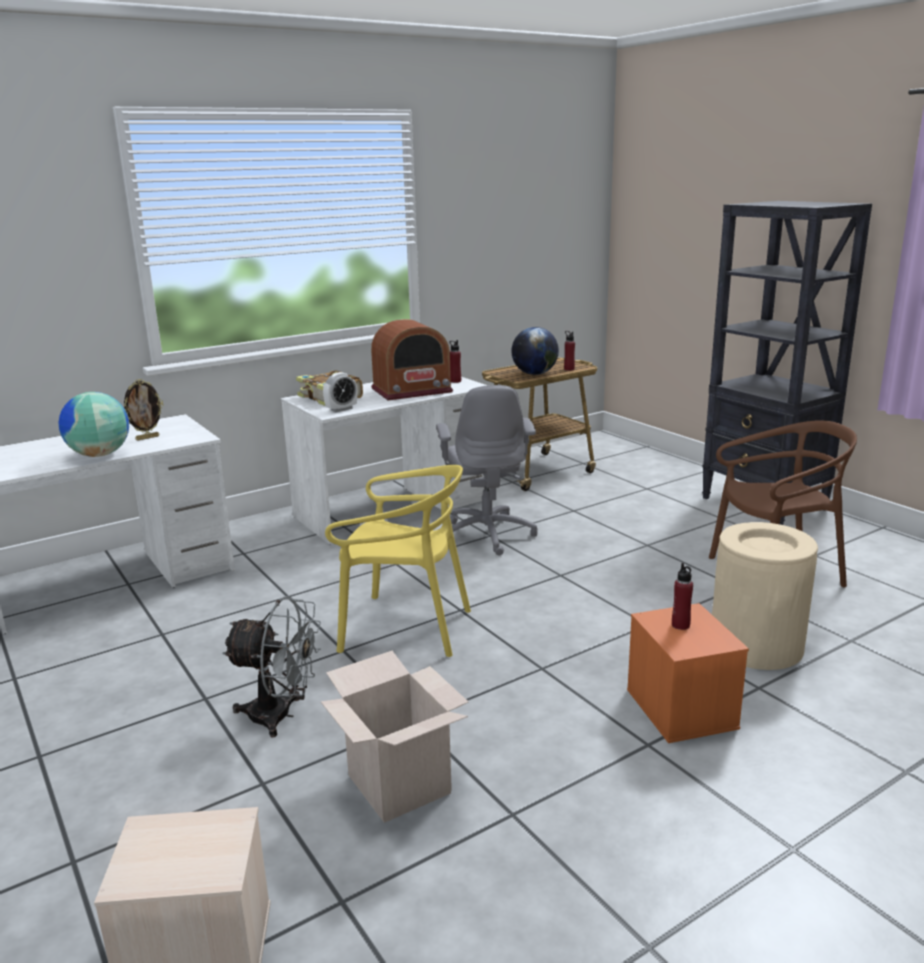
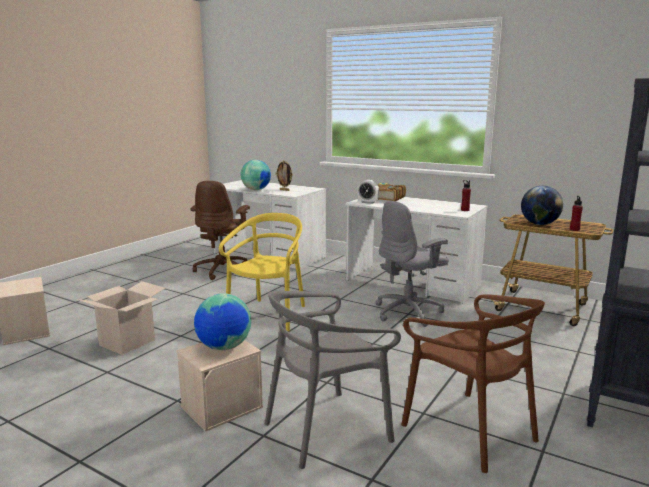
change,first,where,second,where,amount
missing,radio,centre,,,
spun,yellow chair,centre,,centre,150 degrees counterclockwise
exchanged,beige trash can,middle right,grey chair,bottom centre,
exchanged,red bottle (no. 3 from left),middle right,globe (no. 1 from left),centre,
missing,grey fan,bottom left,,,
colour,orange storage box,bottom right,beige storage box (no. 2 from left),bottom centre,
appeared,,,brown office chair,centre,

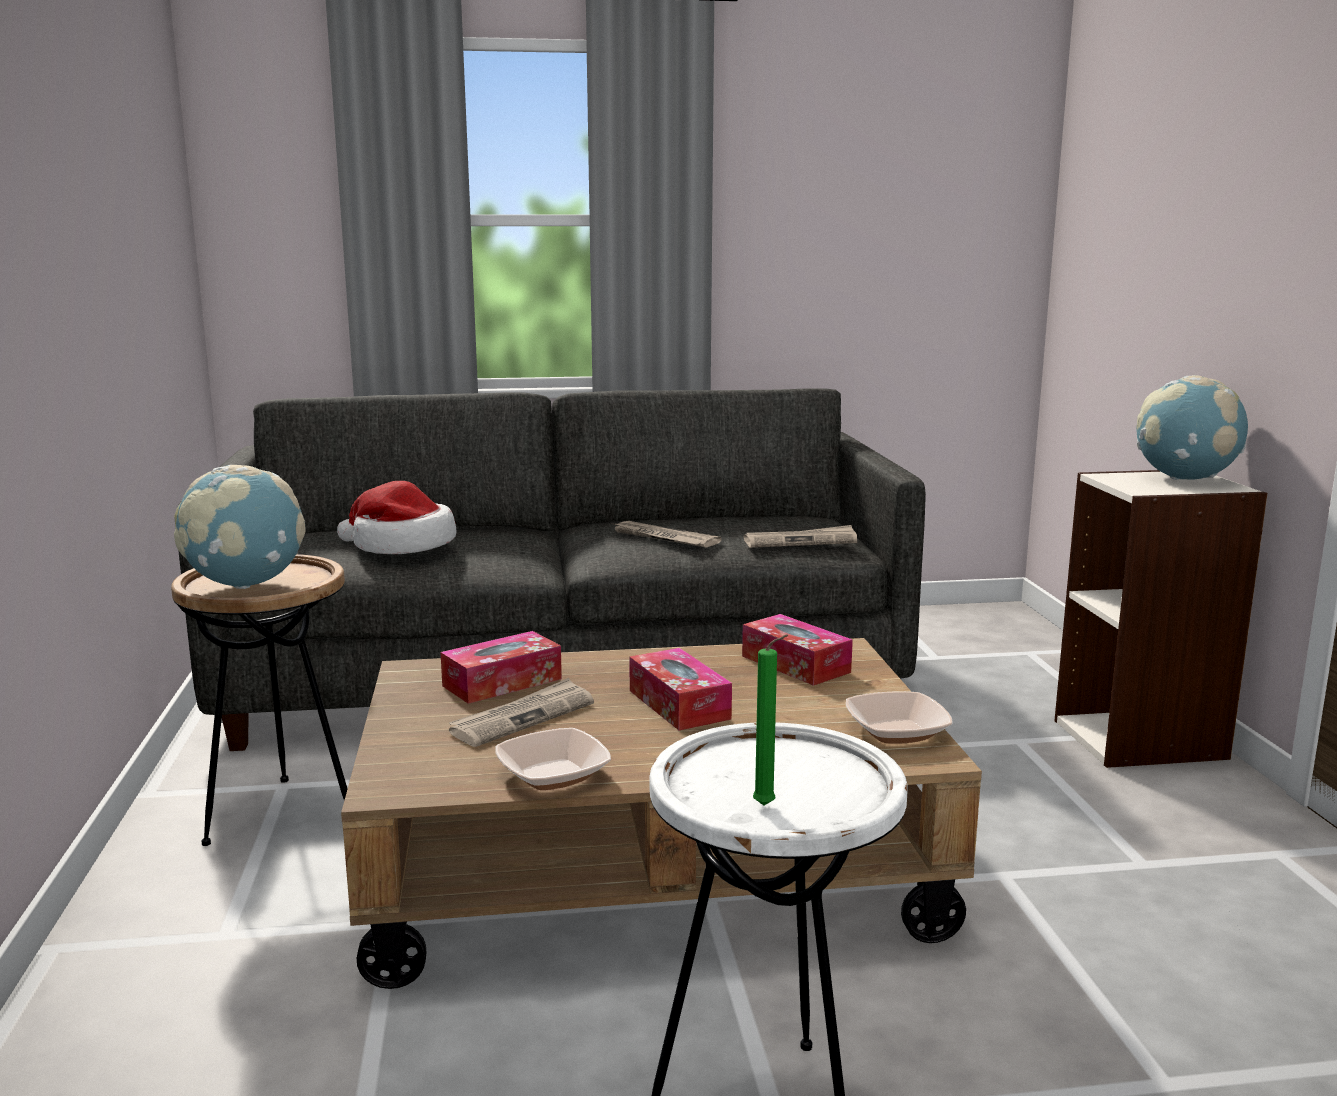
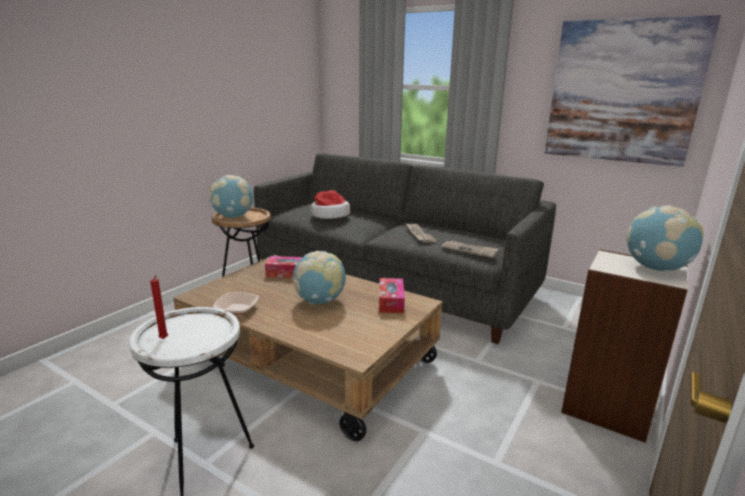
change,first,where,second,where,amount
colour,green candle,centre,red candle,middle left,
exchanged,tissue box (no. 2 from left),centre,globe (no. 2 from left),centre,
missing,newspaper (no. 1 from left),centre,,,
missing,bowl (no. 2 from left),middle right,,,
appeared,,,picture,top right,

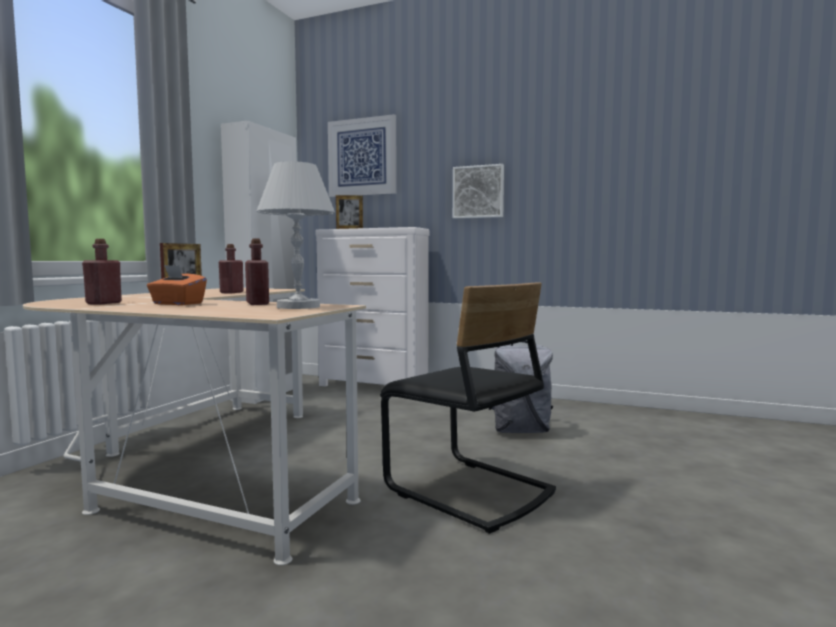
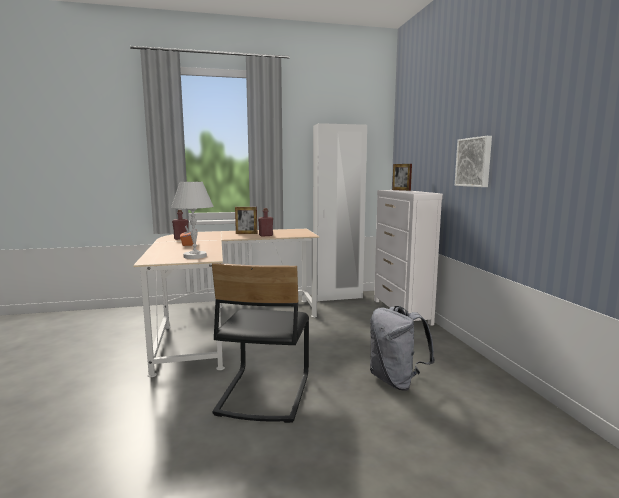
change,first,where,second,where,amount
missing,picture (no. 1 from left),top centre,,,
missing,red bottle (no. 3 from left),middle left,,,

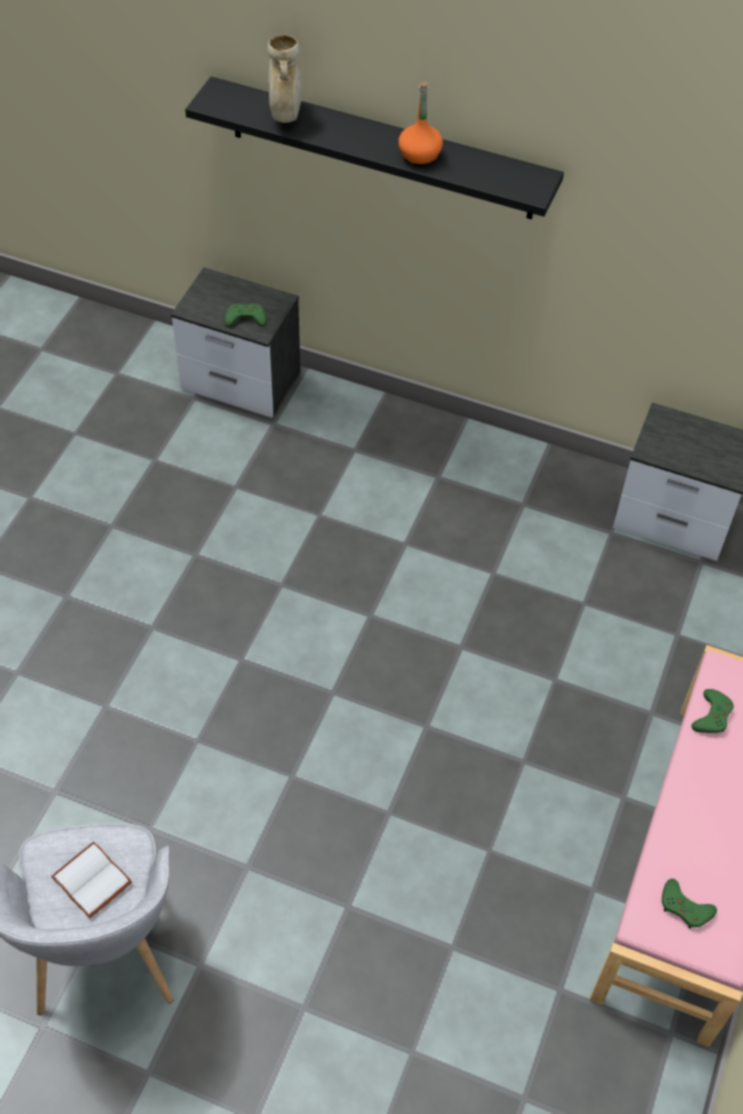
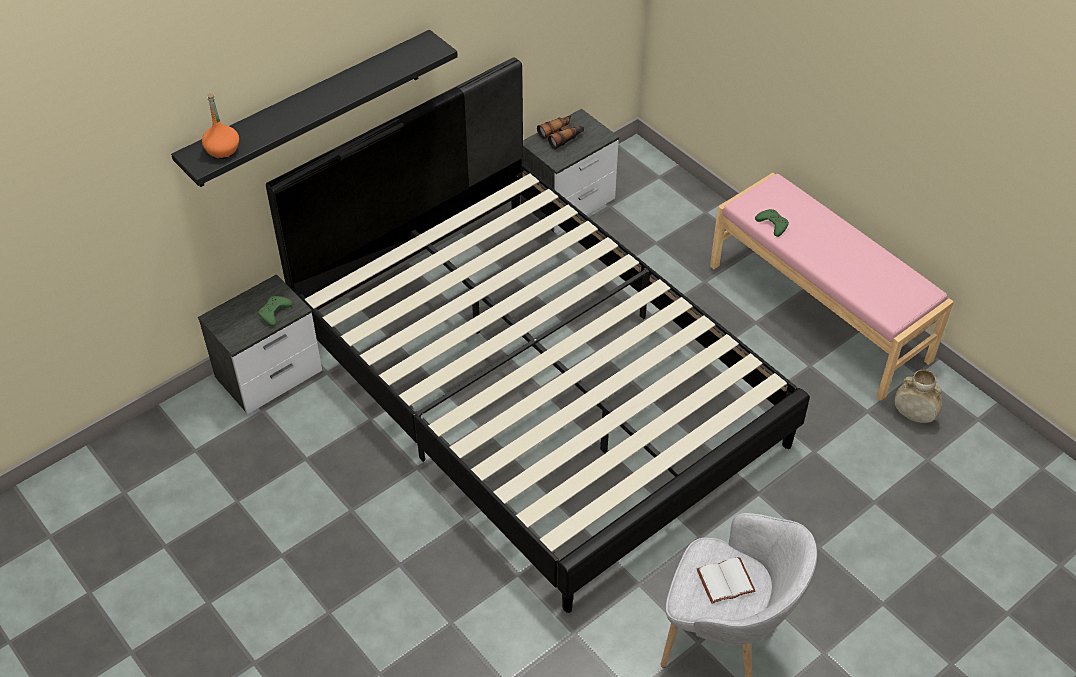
change,first,where,second,where,amount
relocated,beige vase,top centre,,middle right,
relocated,orange bottle,top centre,,top left,
missing,green game controller (no. 2 from left),bottom right,,,
appeared,,,black bed,centre,
appeared,,,binoculars,top centre,

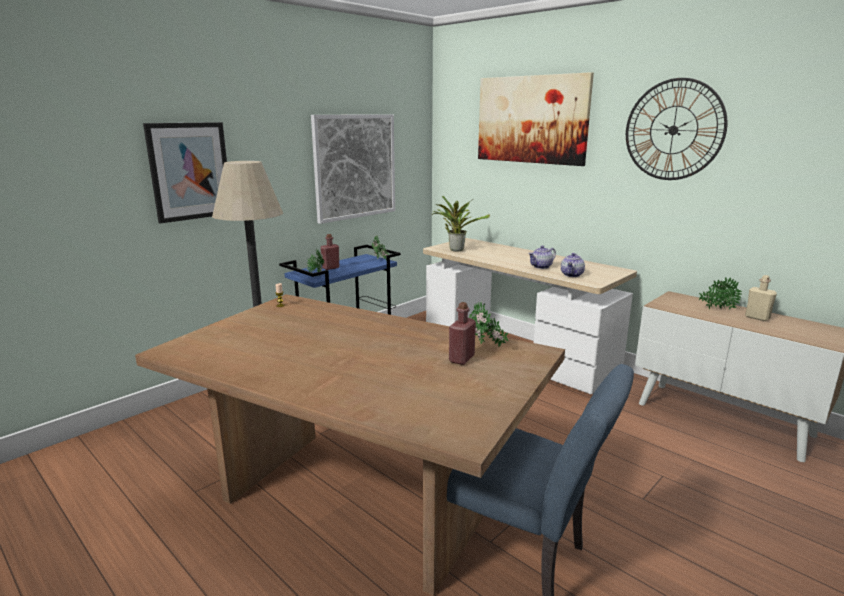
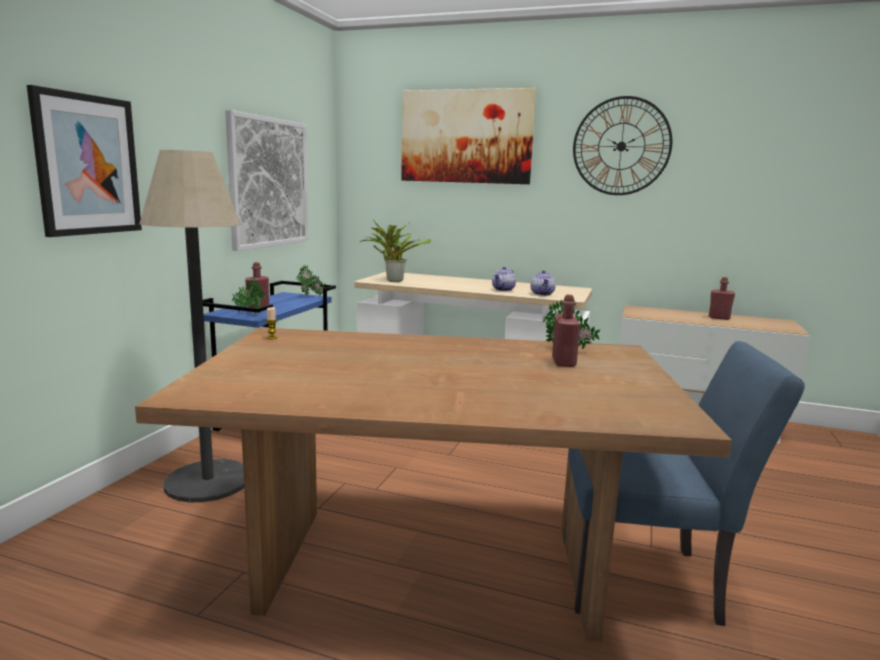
change,first,where,second,where,amount
colour,beige bottle,middle right,red bottle (no. 3 from left),middle right,
missing,potted plant (no. 5 from left),middle right,,,

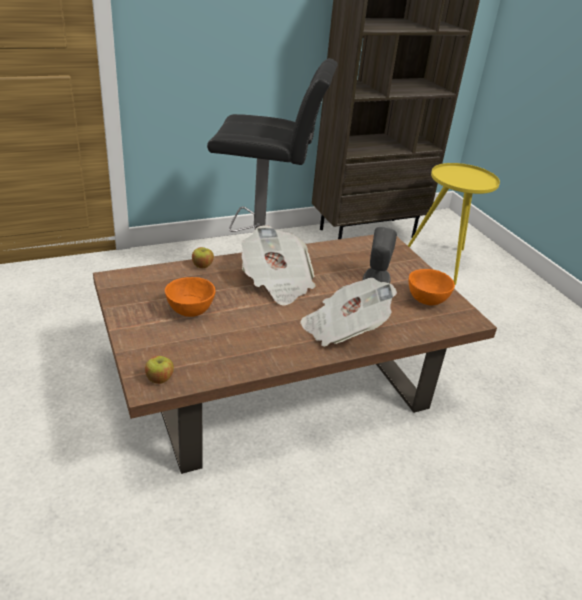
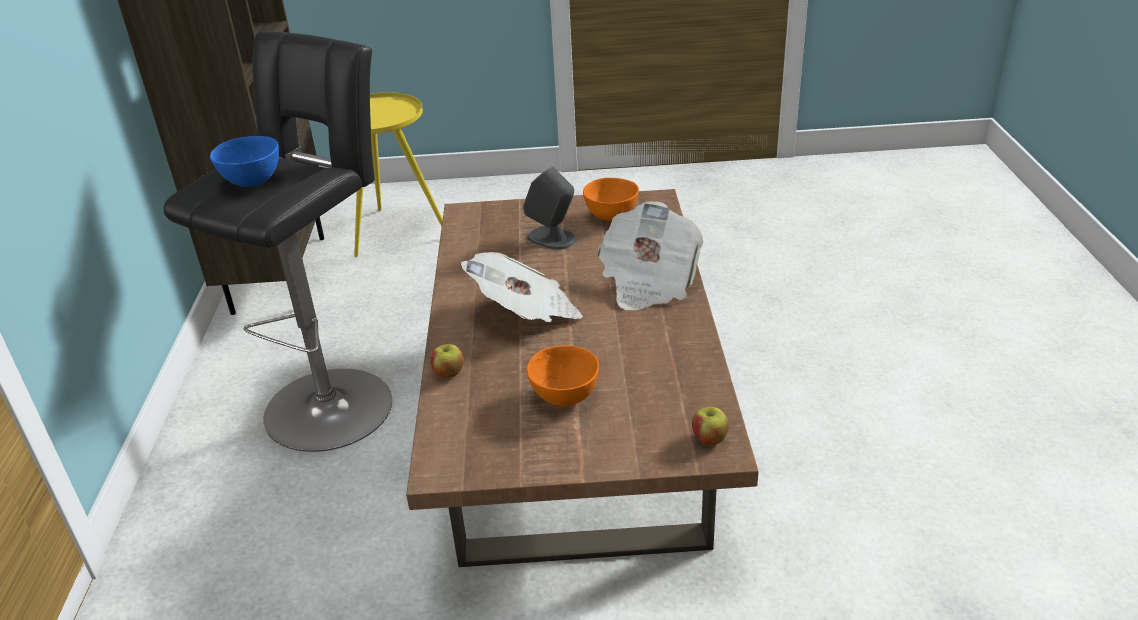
change,first,where,second,where,amount
appeared,,,blue bowl,top left,

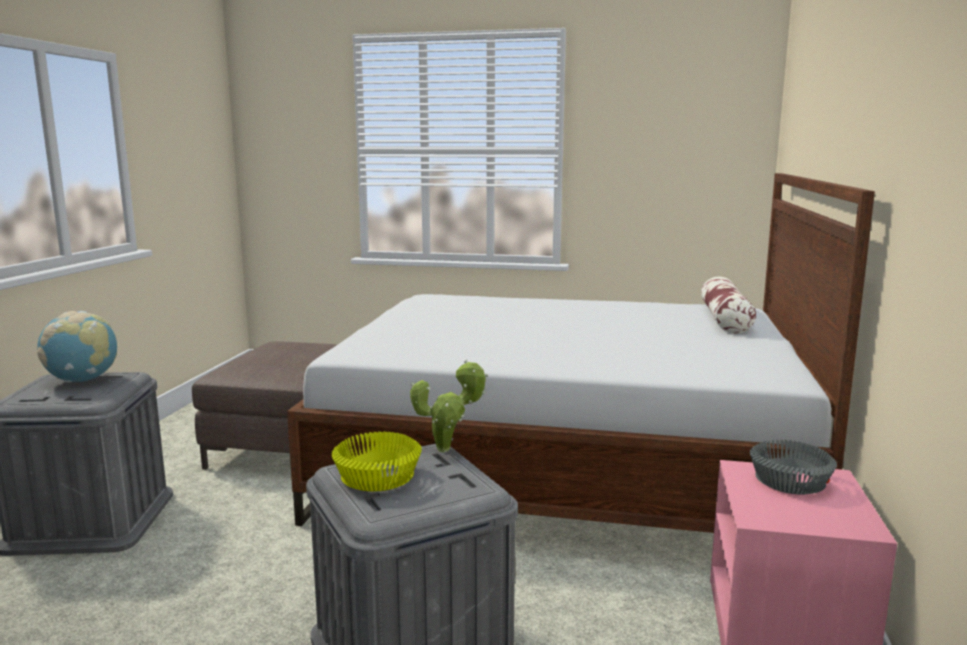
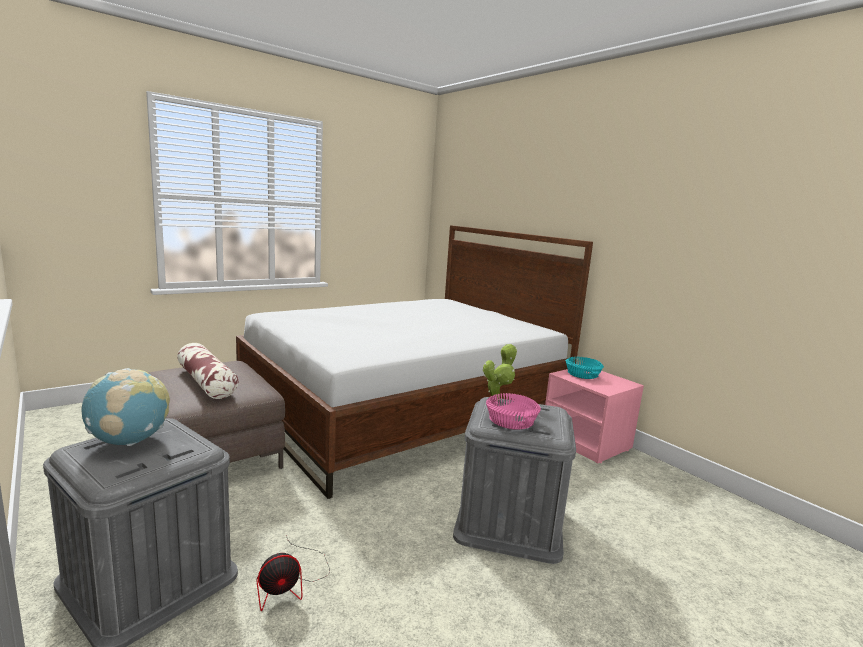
change,first,where,second,where,amount
relocated,pillow,middle right,,middle left,
colour,yellow bowl,bottom centre,pink bowl,centre,
colour,grey bowl,bottom right,turquoise bowl,middle right,
appeared,,,fan,bottom centre,

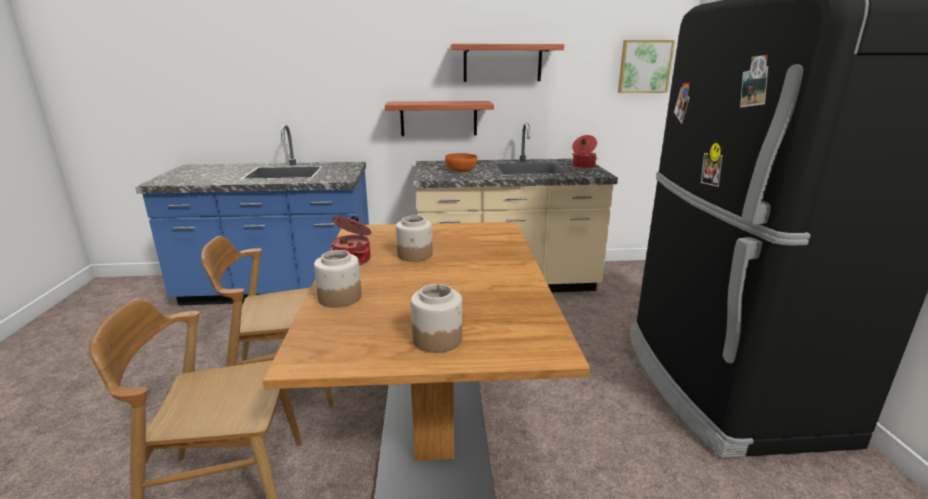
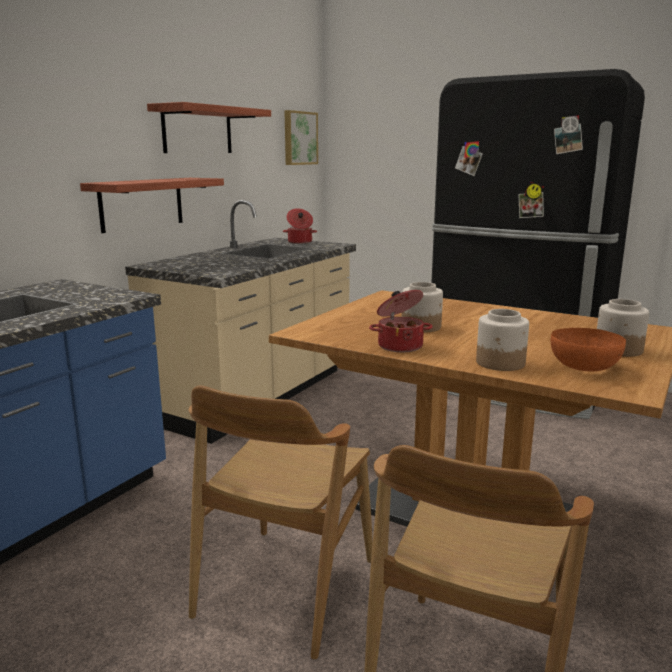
change,first,where,second,where,amount
relocated,orange bowl,top centre,,middle right,

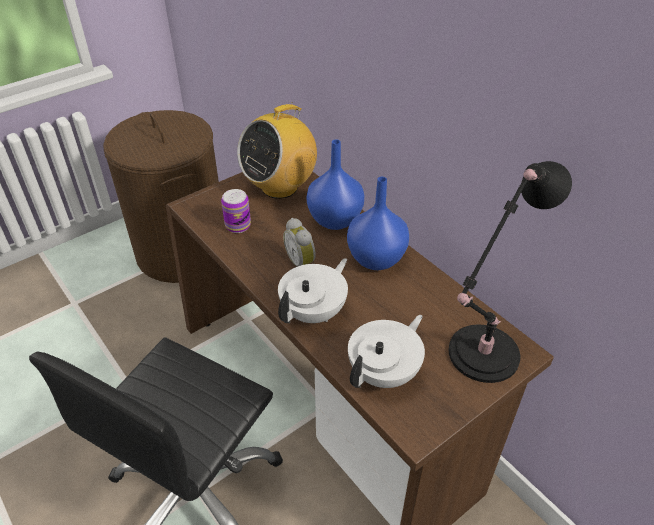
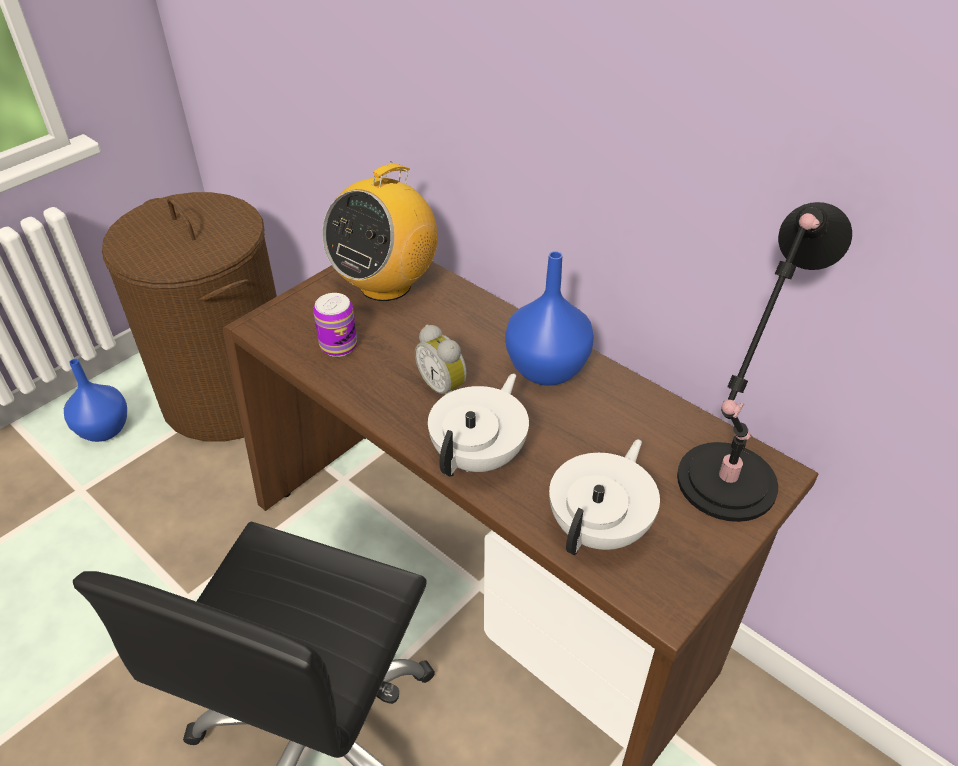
change,first,where,second,where,amount
relocated,blue vase (no. 1 from left),centre,,middle left,

